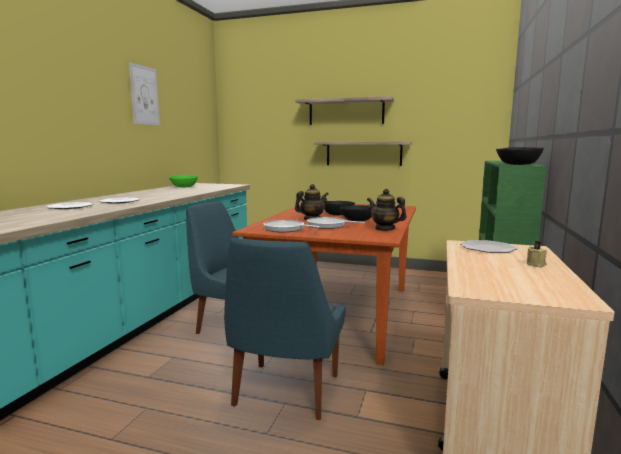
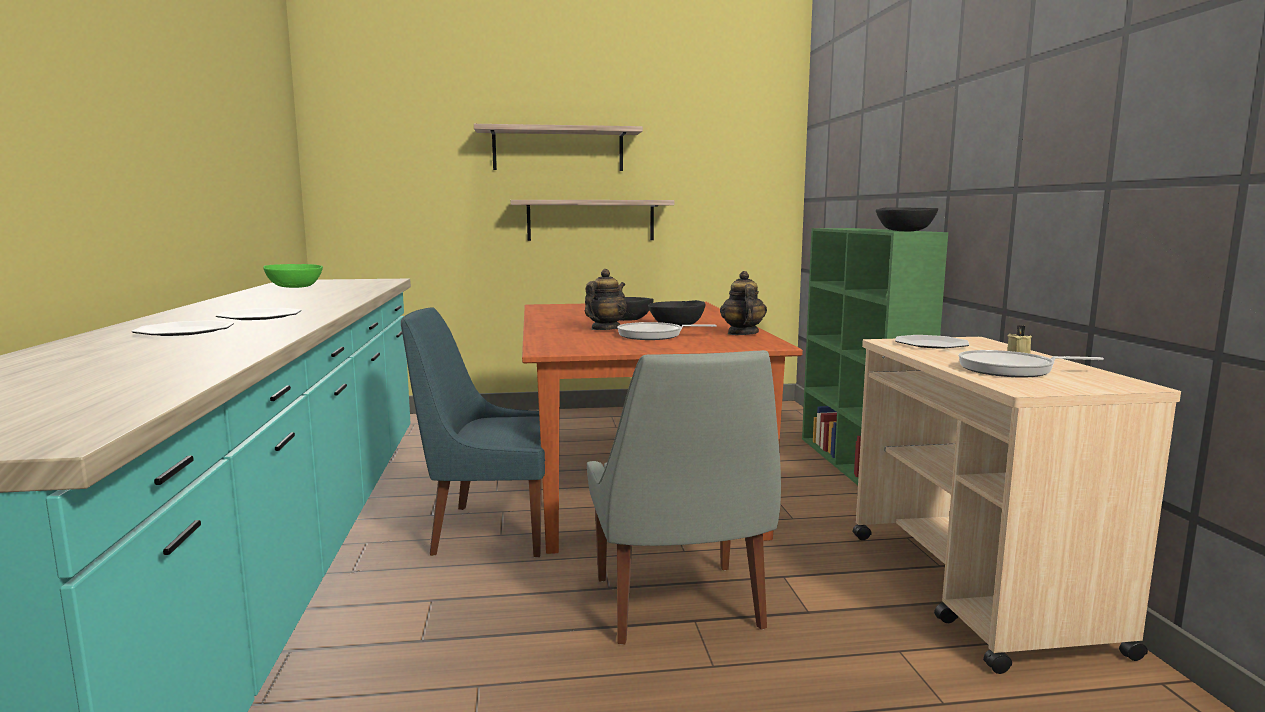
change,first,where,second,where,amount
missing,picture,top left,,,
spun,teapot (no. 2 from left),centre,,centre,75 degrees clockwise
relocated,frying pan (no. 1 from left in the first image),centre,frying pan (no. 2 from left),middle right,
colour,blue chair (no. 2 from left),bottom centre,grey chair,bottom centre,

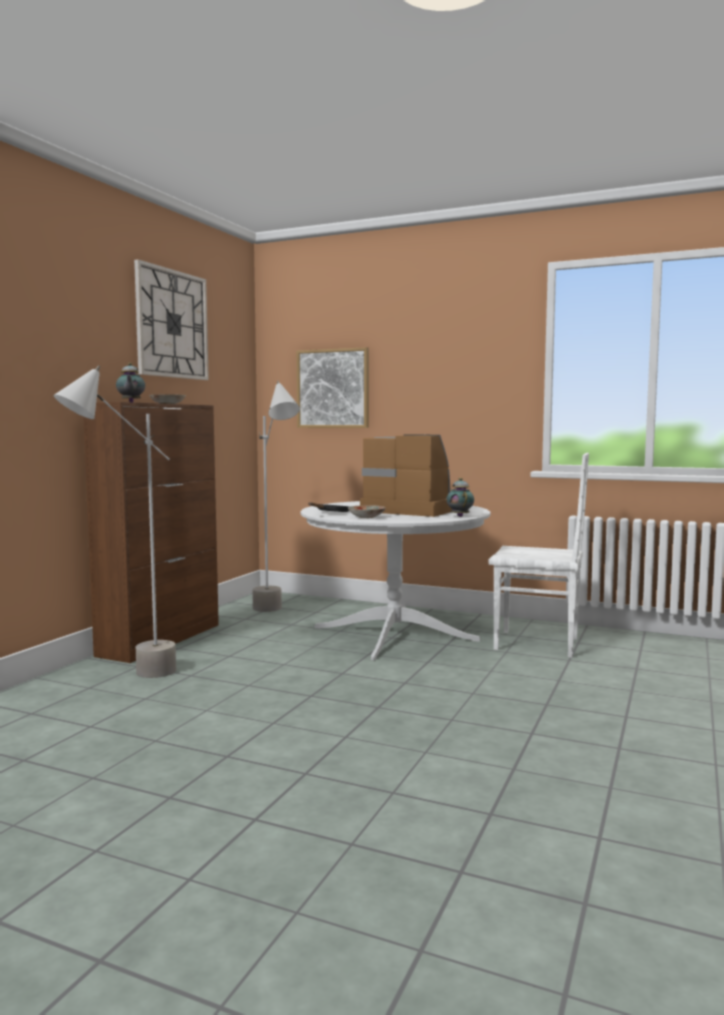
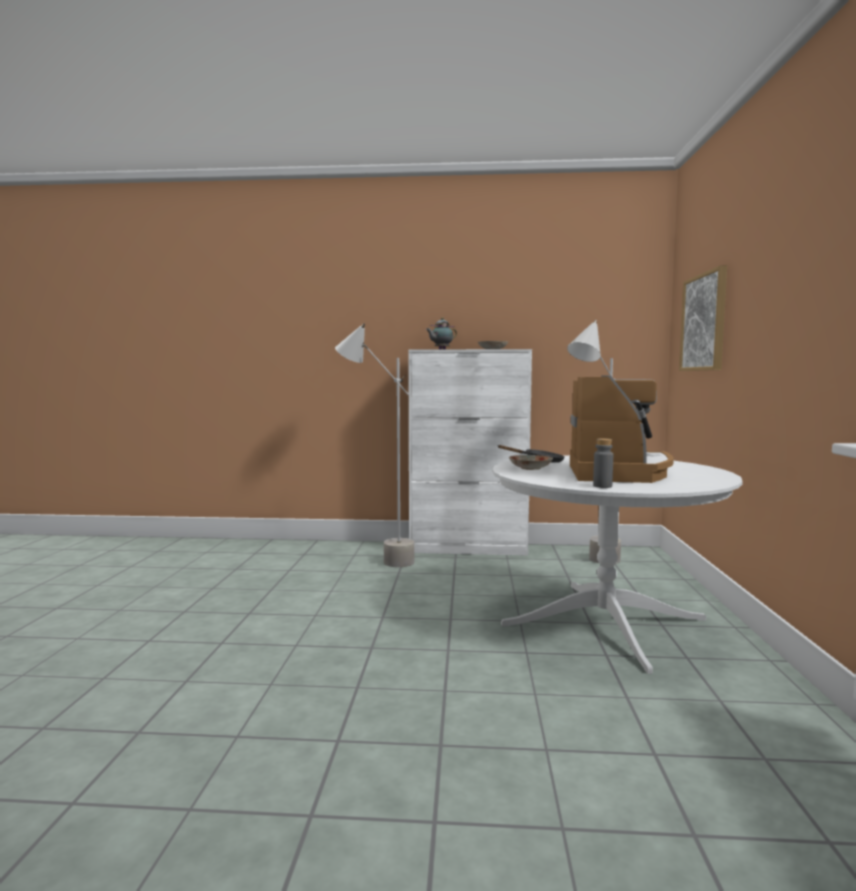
change,first,where,second,where,amount
missing,wall clock,top left,,,
colour,brown cabinet,middle left,white cabinet,centre,
missing,white chair,middle right,,,
exchanged,teapot (no. 2 from left),centre,grey bottle,middle right,

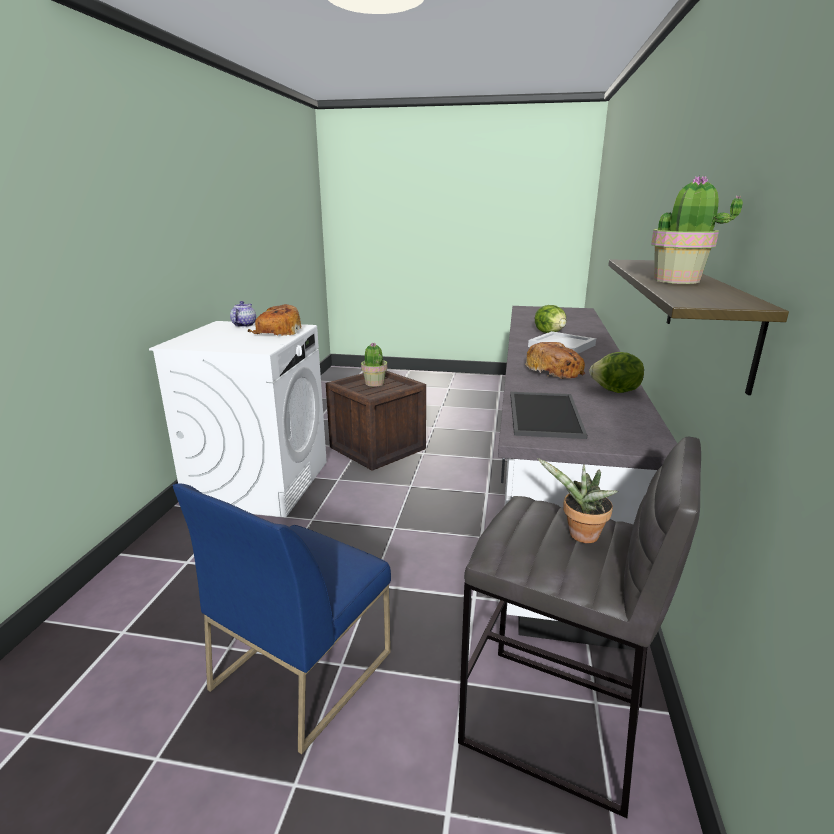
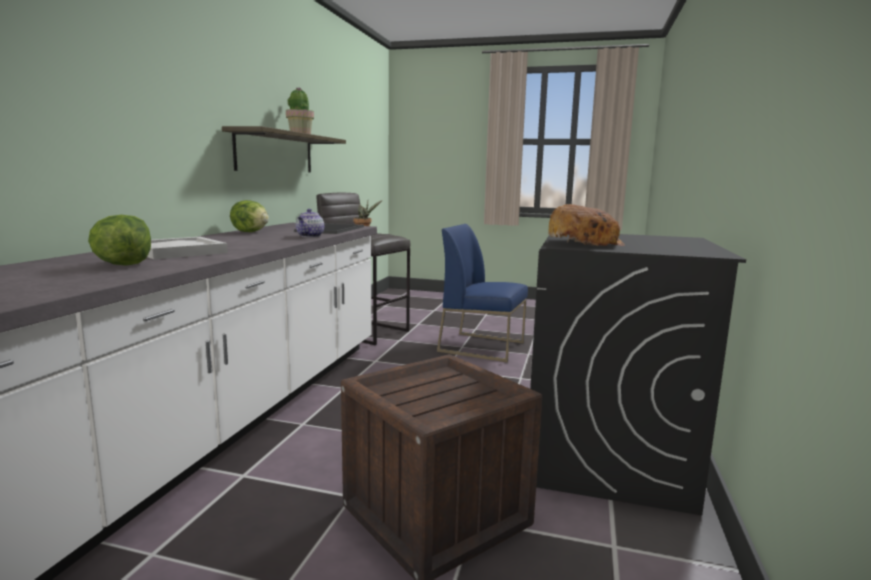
change,first,where,second,where,amount
relocated,teapot,middle left,,centre,
colour,white washing machine,middle left,black washing machine,middle right,
missing,potted plant (no. 1 from left),centre,,,
missing,bread (no. 2 from left),middle right,,,
spun,blue chair,bottom centre,,centre,105 degrees counterclockwise

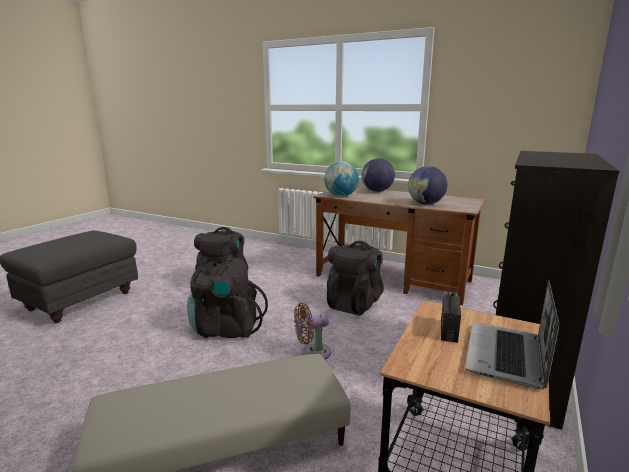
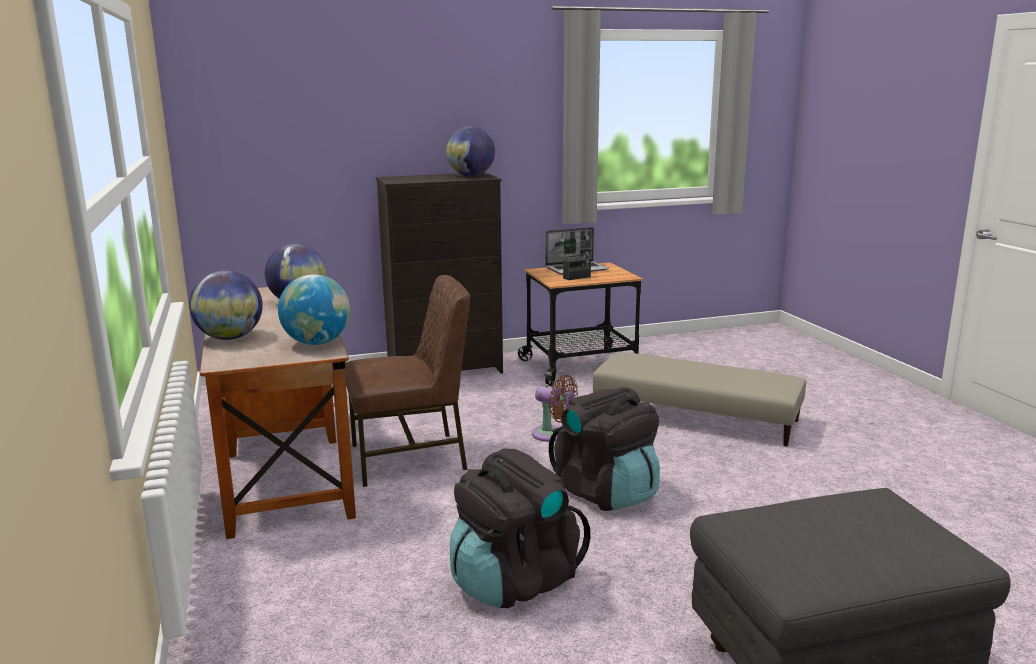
change,first,where,second,where,amount
exchanged,black backpack (no. 3 from left),centre,brown chair,centre,
appeared,,,globe (no. 4 from left),top centre,

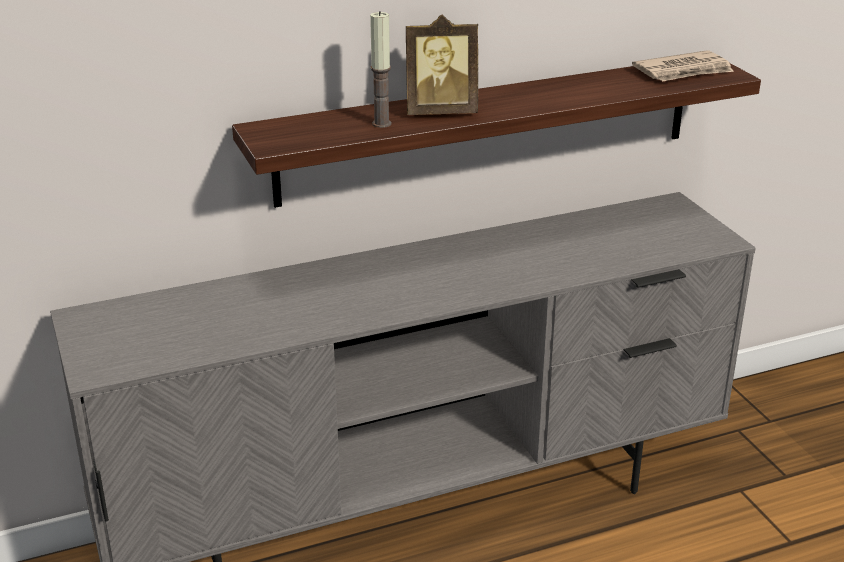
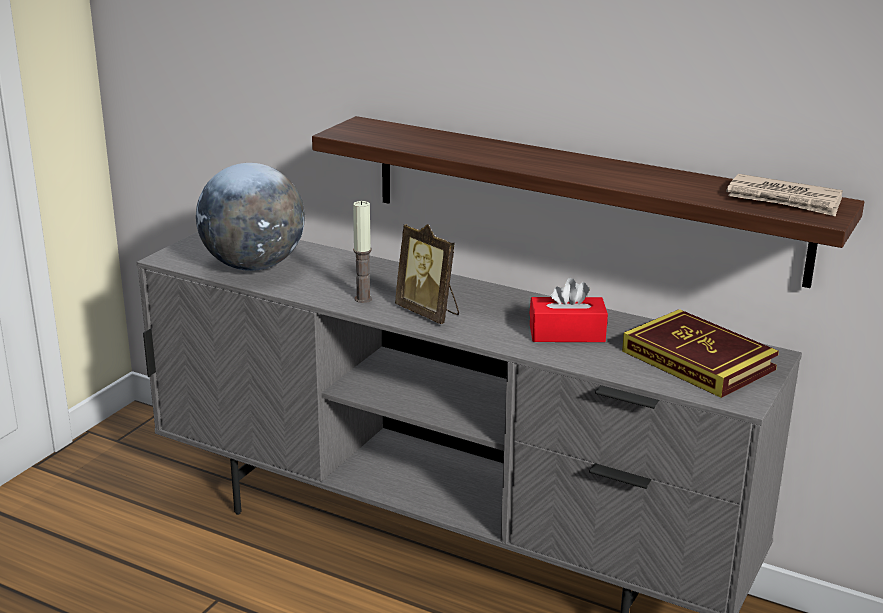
change,first,where,second,where,amount
relocated,candle,top centre,,centre,
relocated,picture frame,top centre,,centre,
appeared,,,globe,middle left,
appeared,,,red tissue box,centre,
appeared,,,book,middle right,

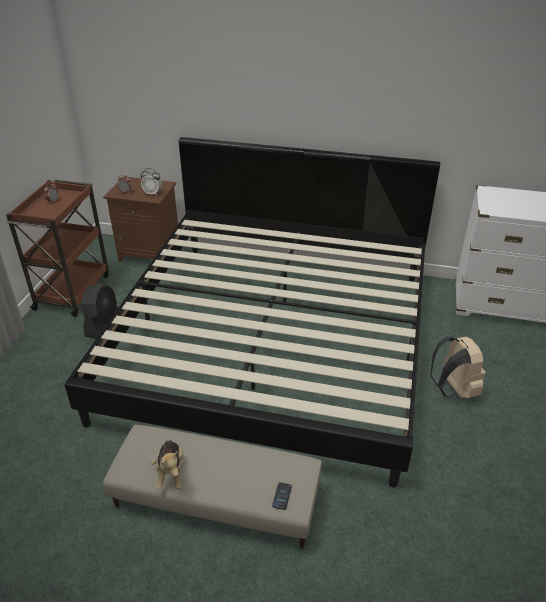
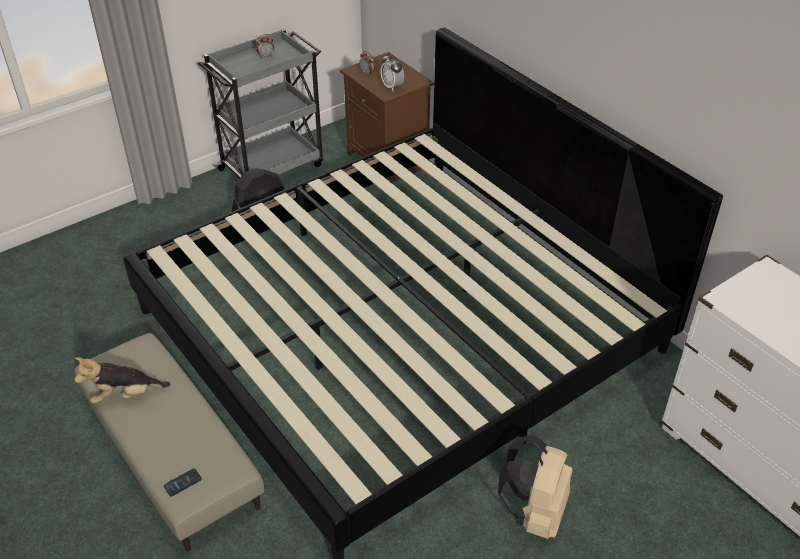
change,first,where,second,where,amount
colour,brown cart,middle left,grey cart,top left,
spun,plush toy,bottom left,,bottom left,45 degrees clockwise

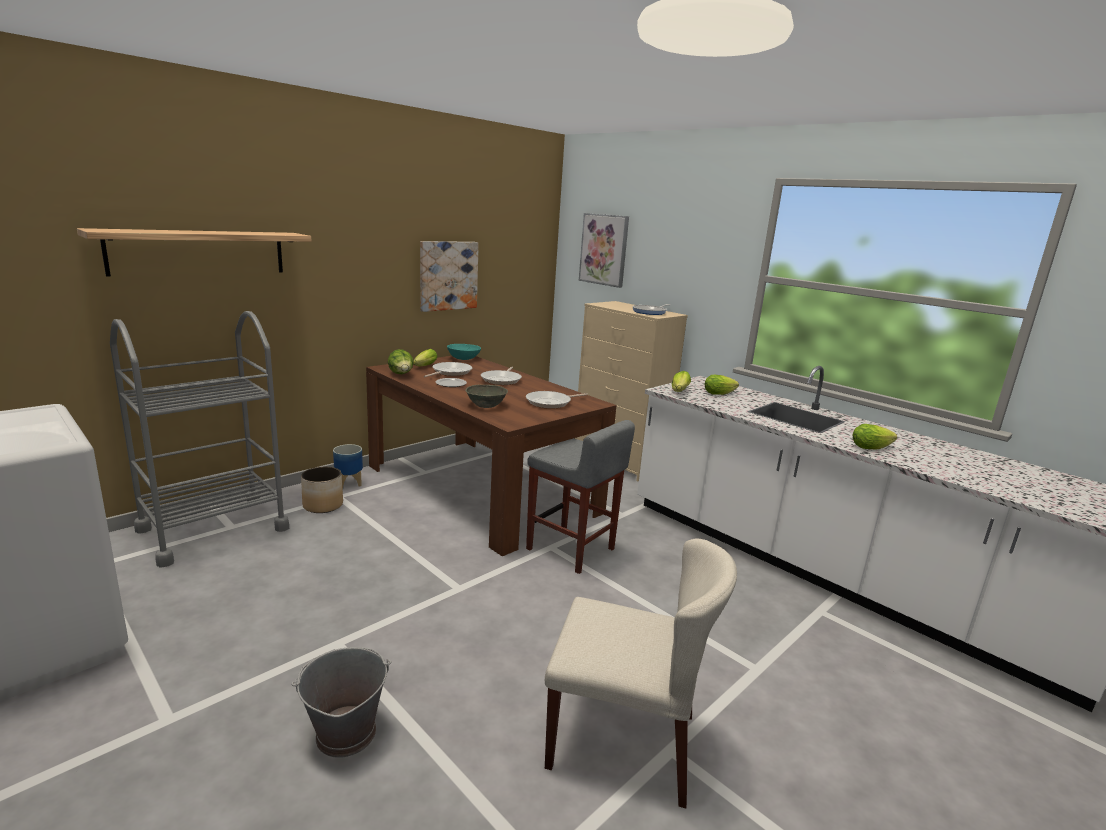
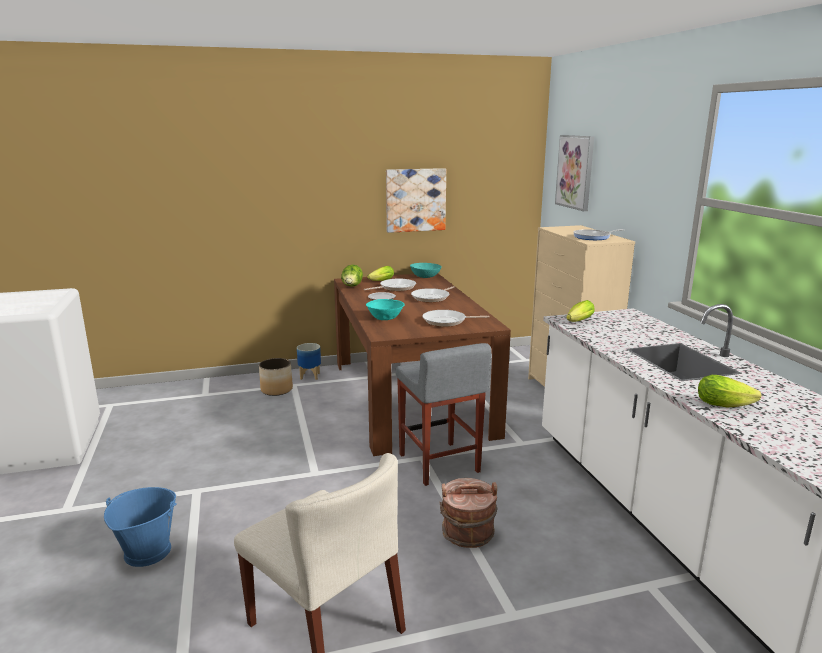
change,first,where,second,where,amount
missing,shelf,top left,,,
missing,grey cart,middle left,,,
missing,lettuce (no. 4 from left),centre,,,
colour,grey bowl,centre,turquoise bowl (no. 1 from left),centre,
colour,grey bucket,bottom left,blue bucket,bottom left,
appeared,,,brown bucket,bottom centre,

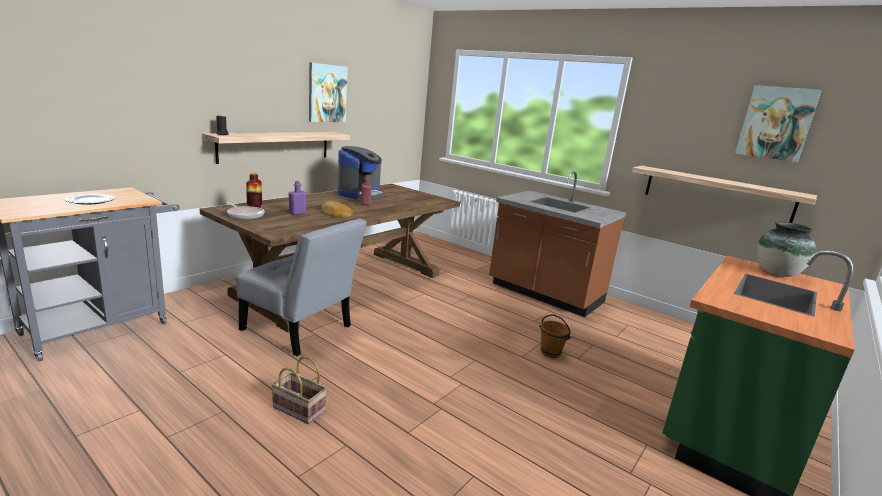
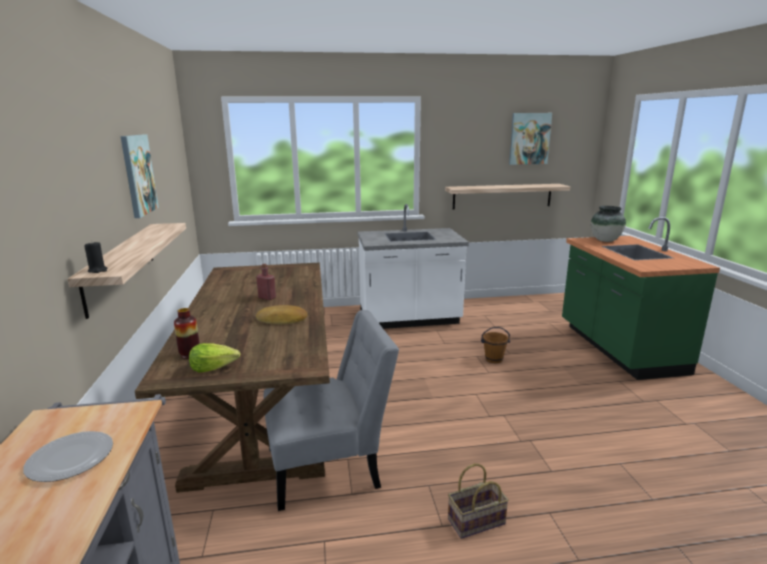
change,first,where,second,where,amount
missing,coffee machine,centre,,,
colour,brown counter,centre,white counter,centre,
missing,purple bottle,centre,,,
exchanged,frying pan,middle left,lettuce,middle left,

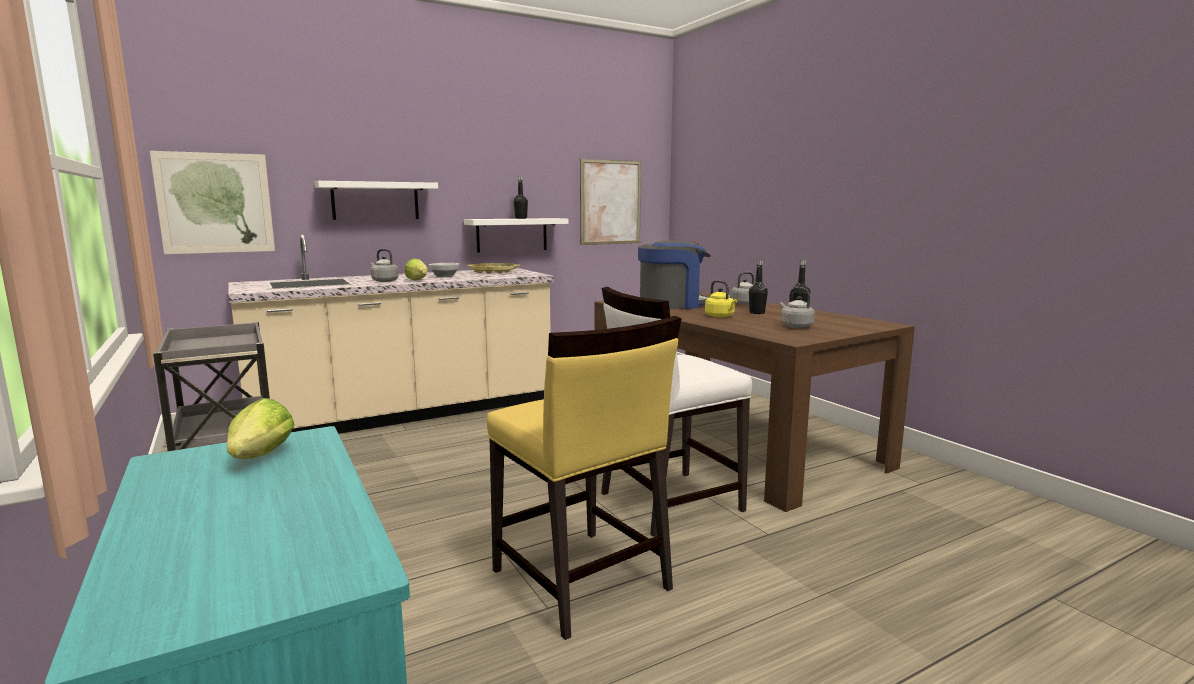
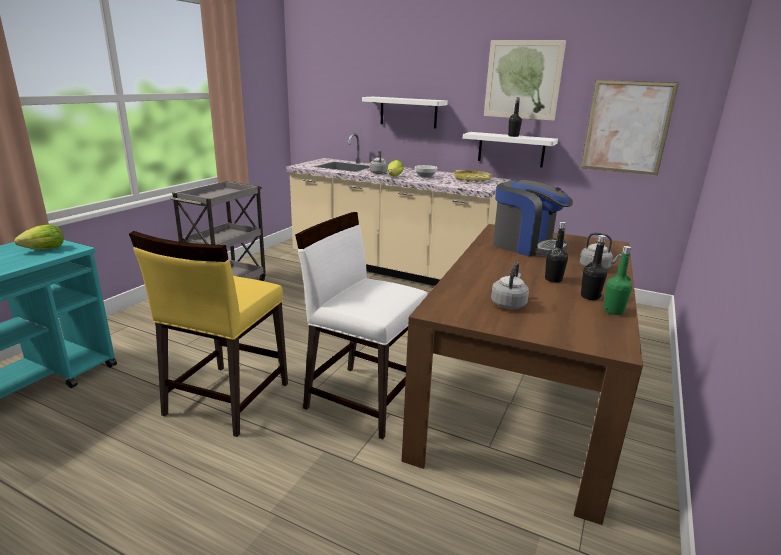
change,first,where,second,where,amount
relocated,picture (no. 1 from left),top left,,top right,
missing,yellow kettle,centre,,,
appeared,,,green bottle,middle right,

